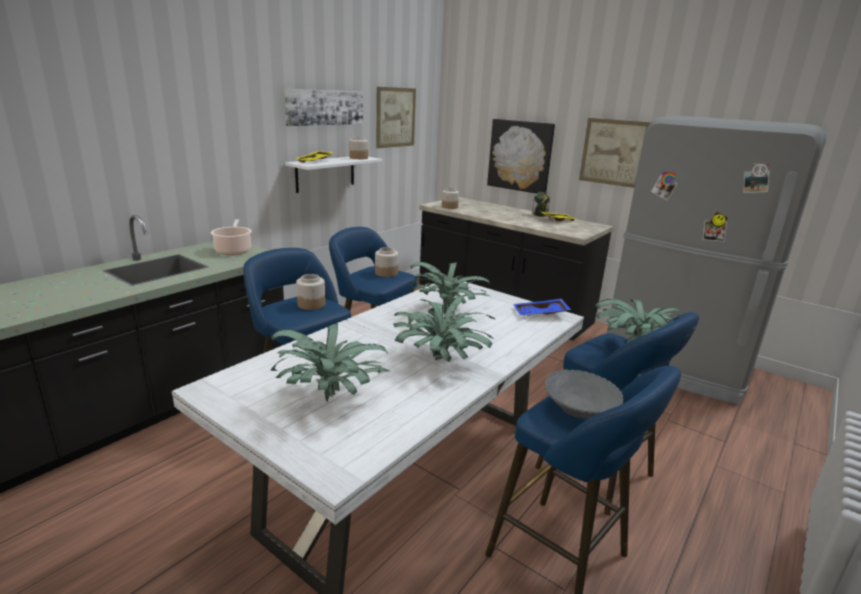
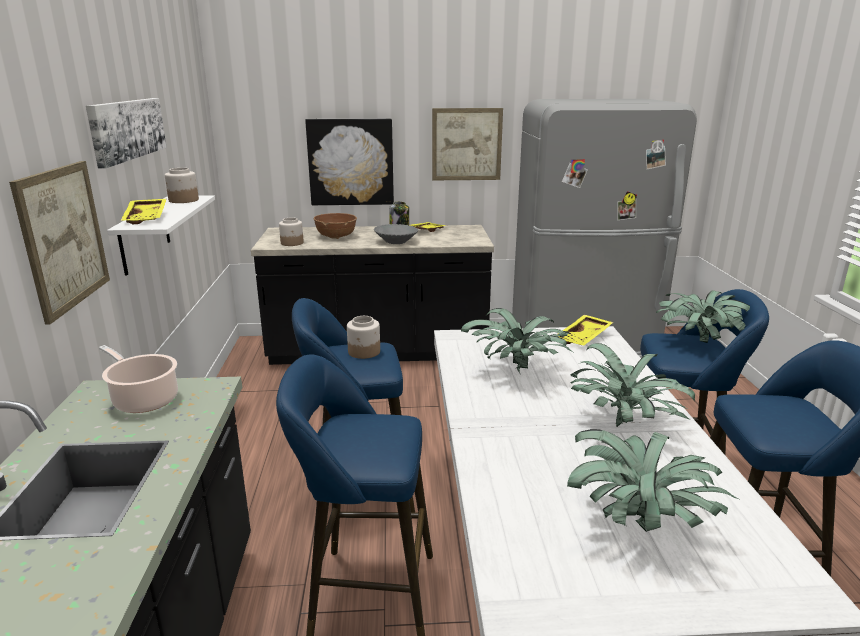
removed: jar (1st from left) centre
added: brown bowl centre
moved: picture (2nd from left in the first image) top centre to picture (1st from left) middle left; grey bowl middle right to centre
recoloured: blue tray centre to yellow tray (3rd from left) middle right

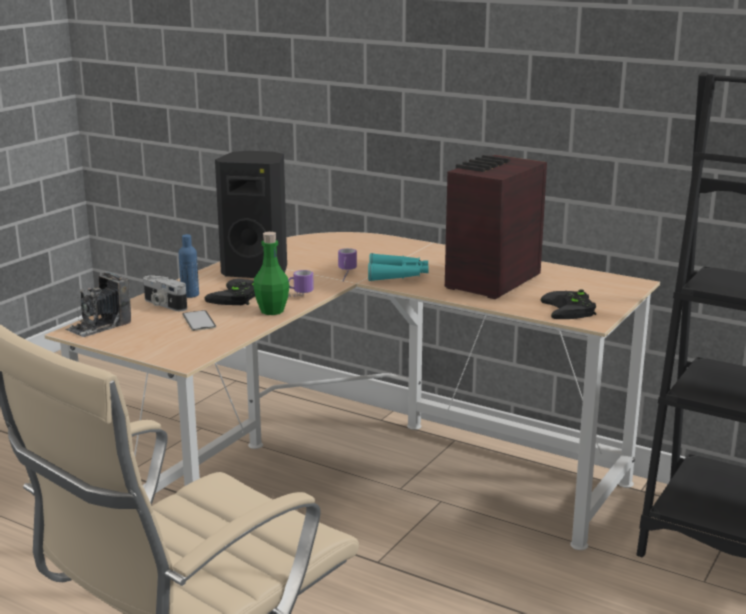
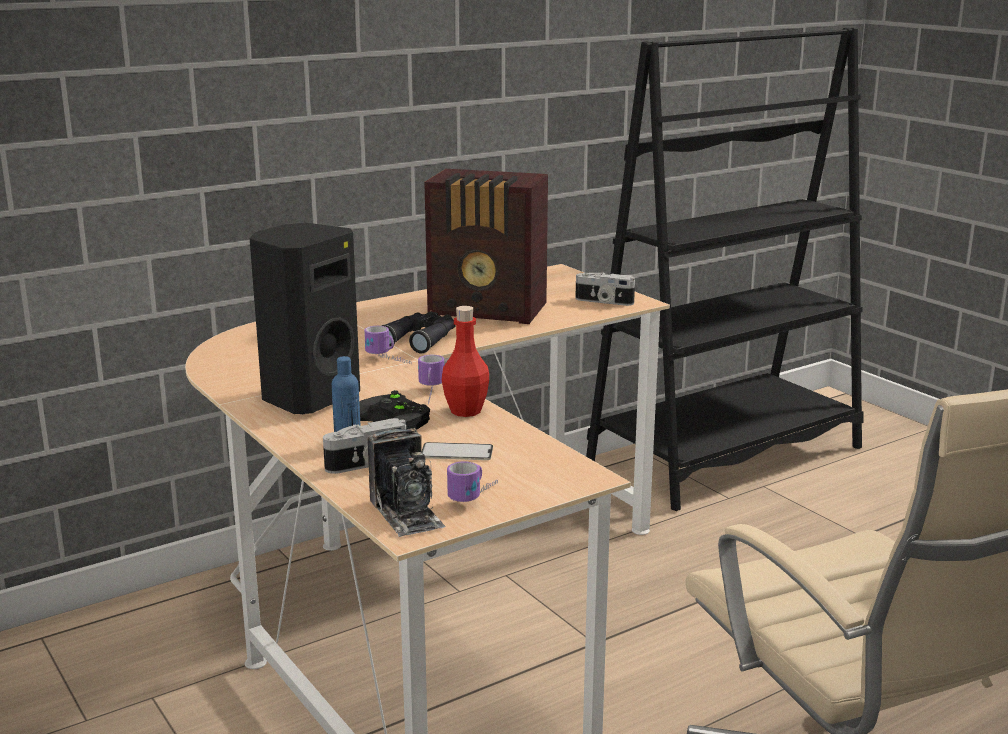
added: mug (3rd from left) centre
replaced: black game controller (2nd from left) middle right to photo camera (3rd from left) centre
recoloured: green bottle centre to red bottle centre; turquoise binoculars centre to black binoculars centre
turned: radio centre = centre 45 degrees counterclockwise

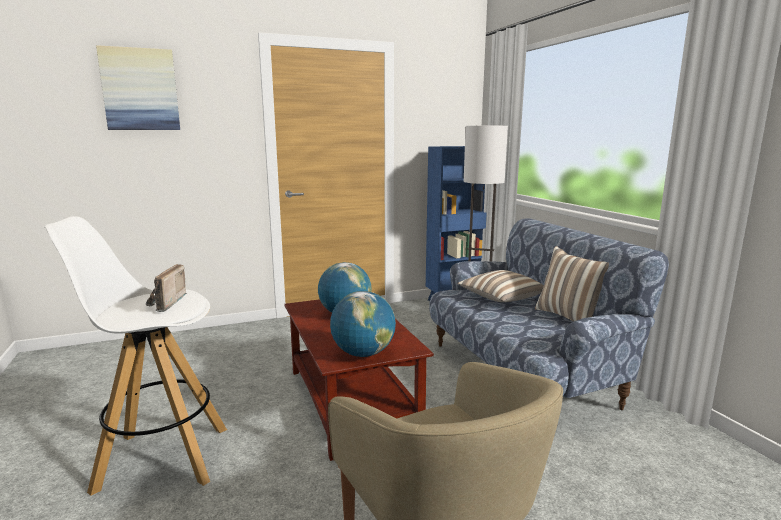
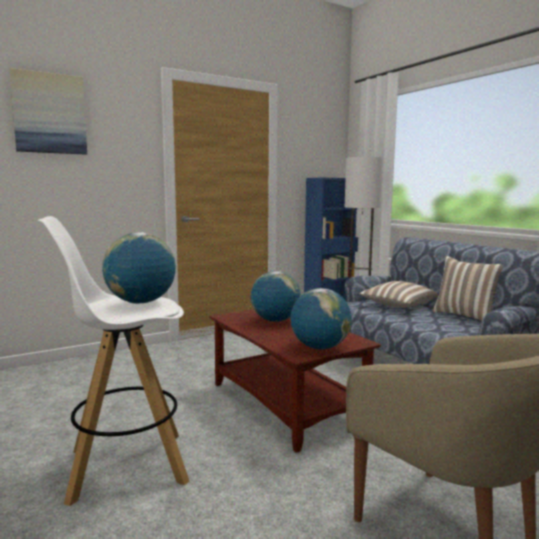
replaced: radio middle left to globe (1st from left) middle left

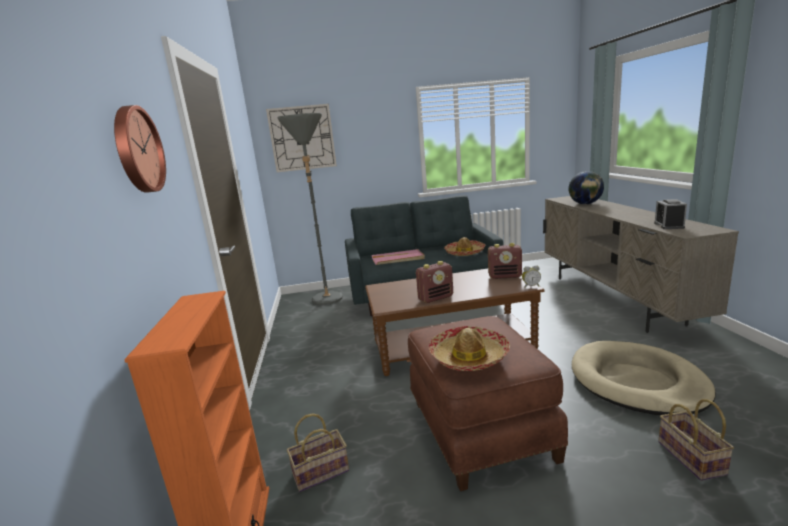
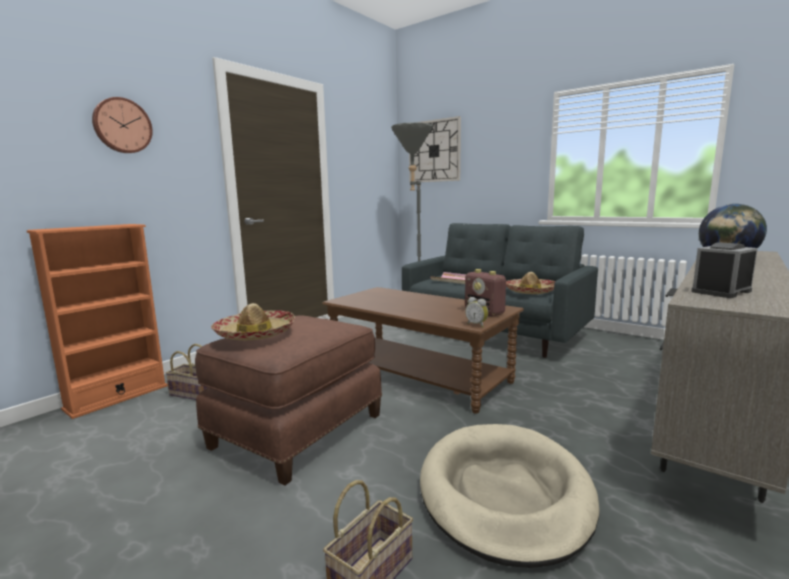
removed: radio (1st from left) centre

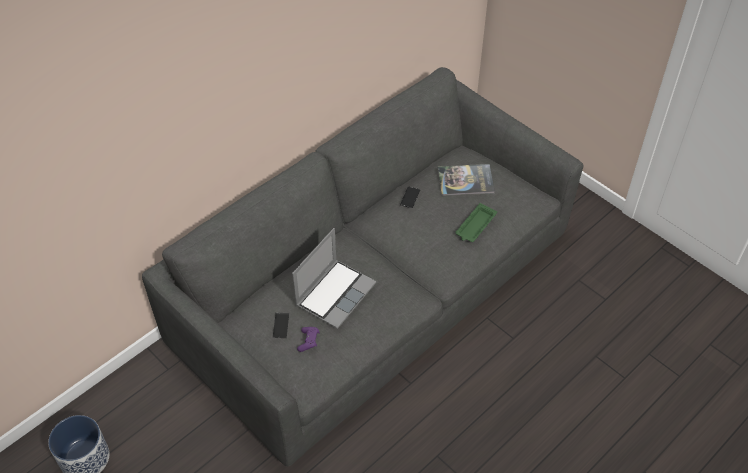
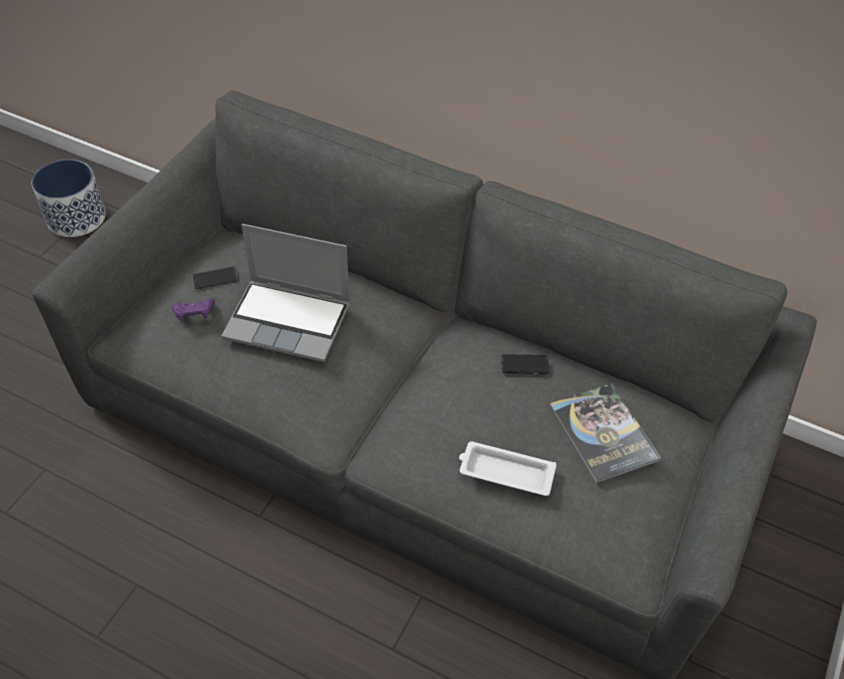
recoloured: green tray centre to white tray bottom centre

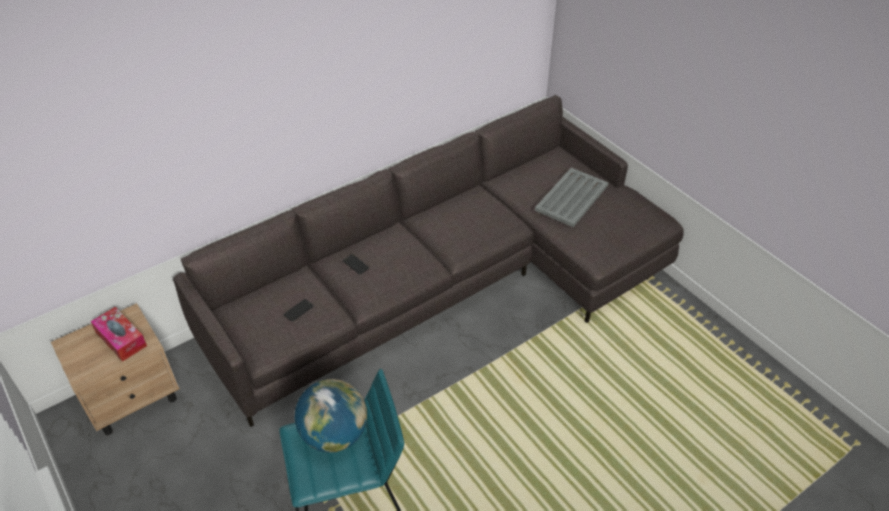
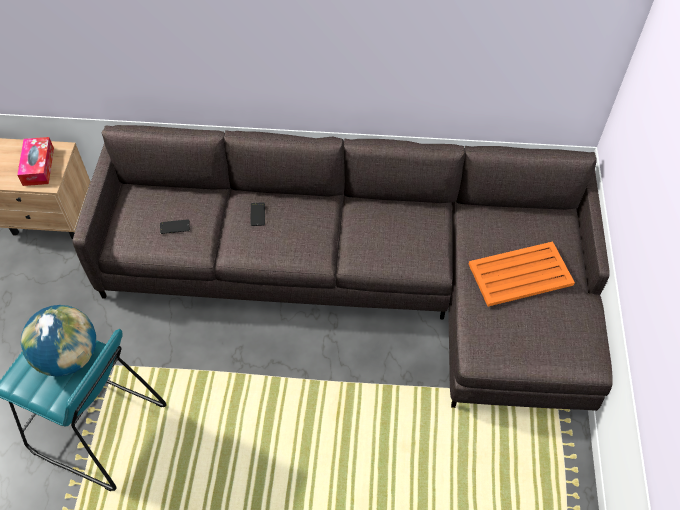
recoloured: grey tray centre to orange tray middle right

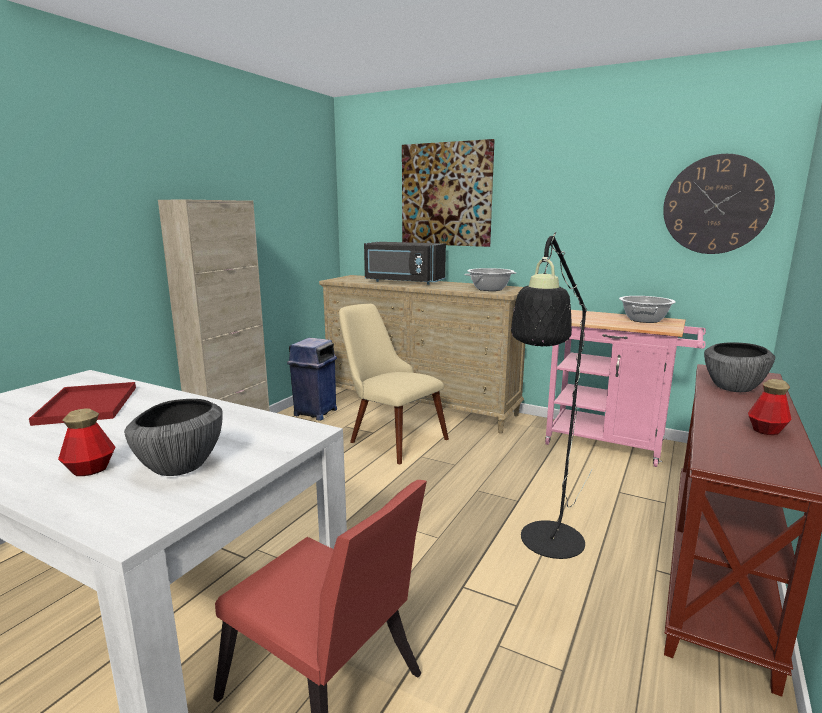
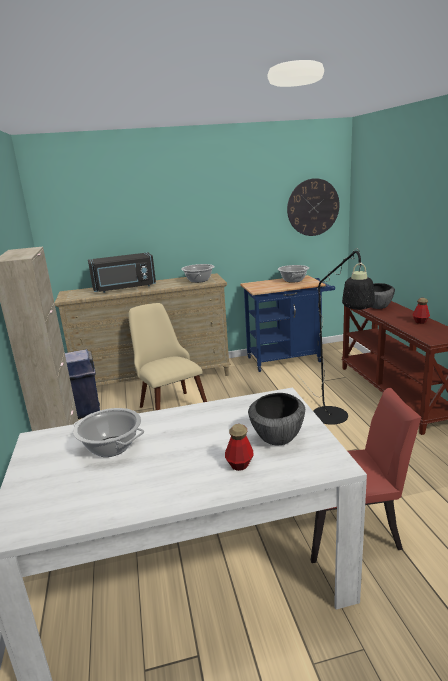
removed: picture top centre
replaced: red tray middle left to cooking pot (1st from left) middle left
recoloured: pink cart middle right to blue cart centre
turned: beige chair centre = centre 60 degrees clockwise

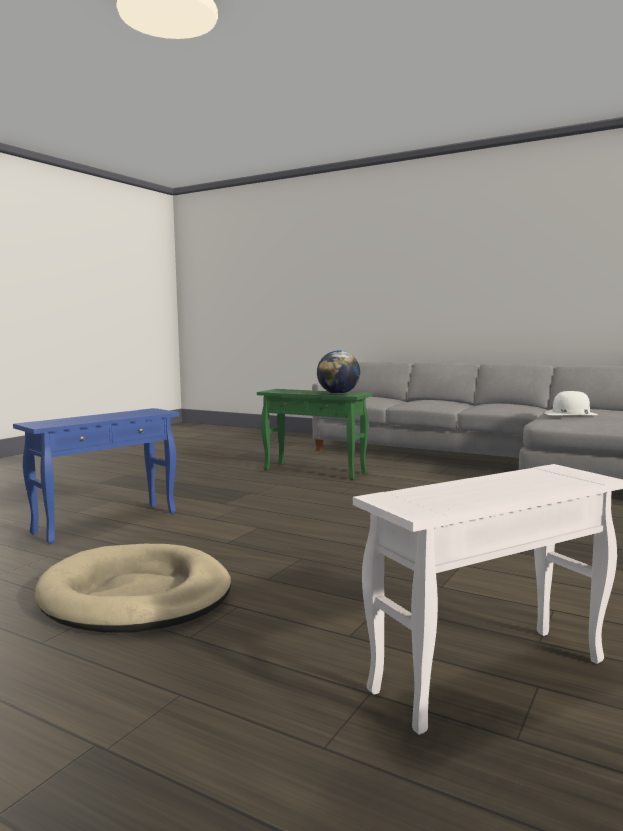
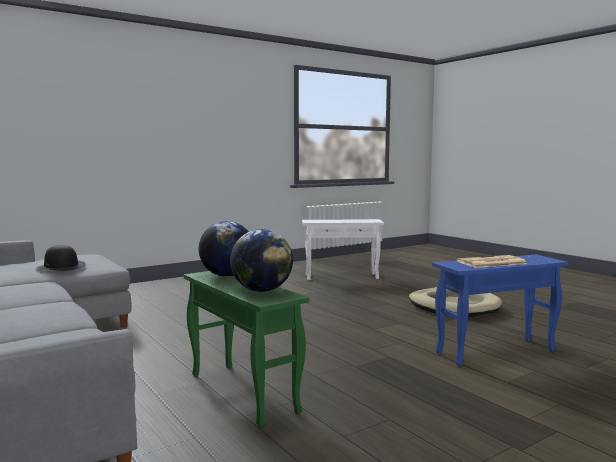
added: globe (2nd from left) centre; newspaper middle right
recoloured: white hat middle right to black hat middle left

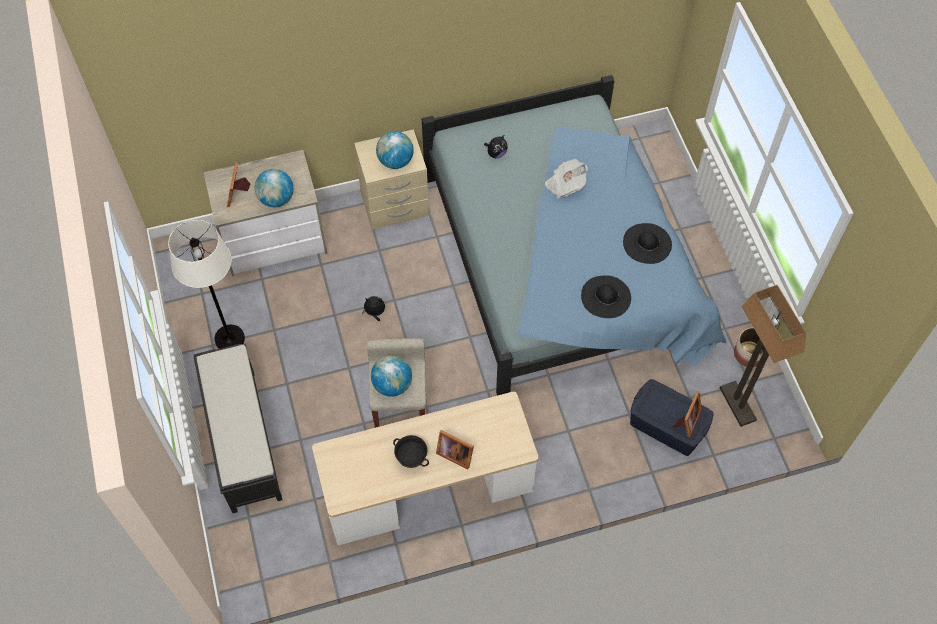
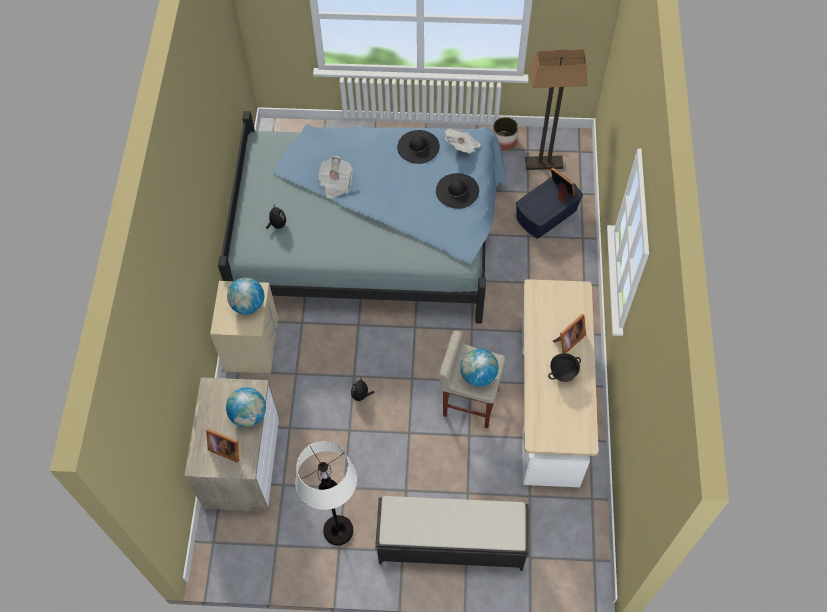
added: newspaper (2nd from left) top centre

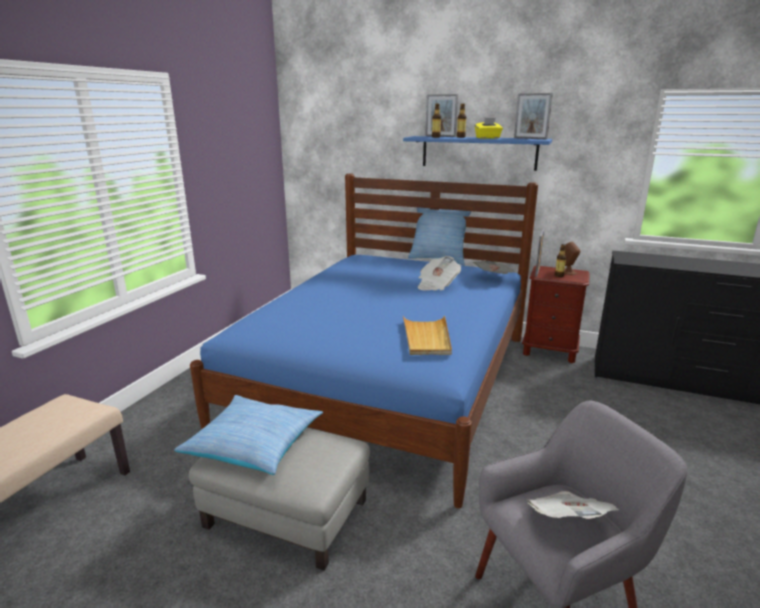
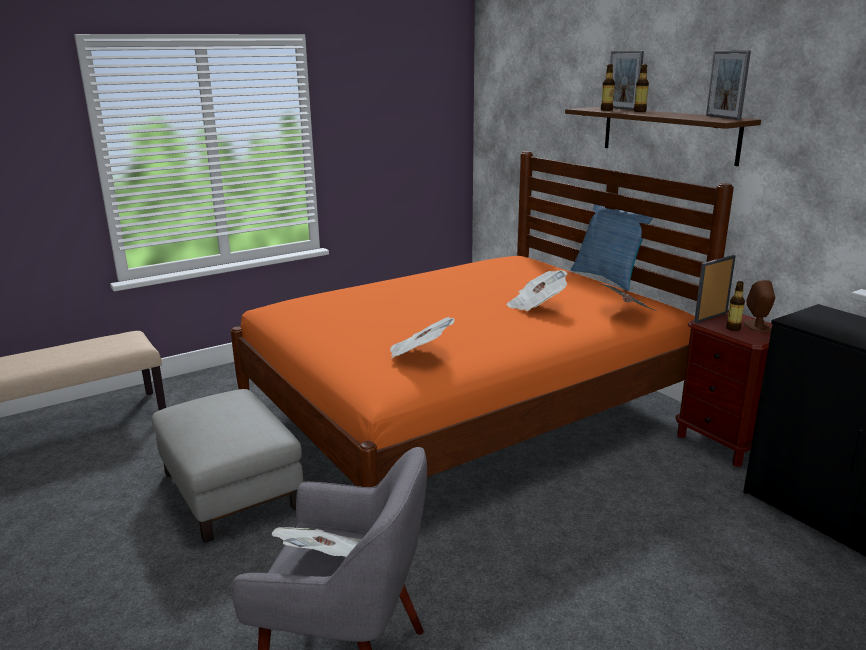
removed: pillow (1st from left) bottom left; yellow tissue box top centre
replaced: beige tray centre to newspaper (2nd from left) centre
recoloured: blue bed centre to orange bed centre; blue shelf top centre to brown shelf top right

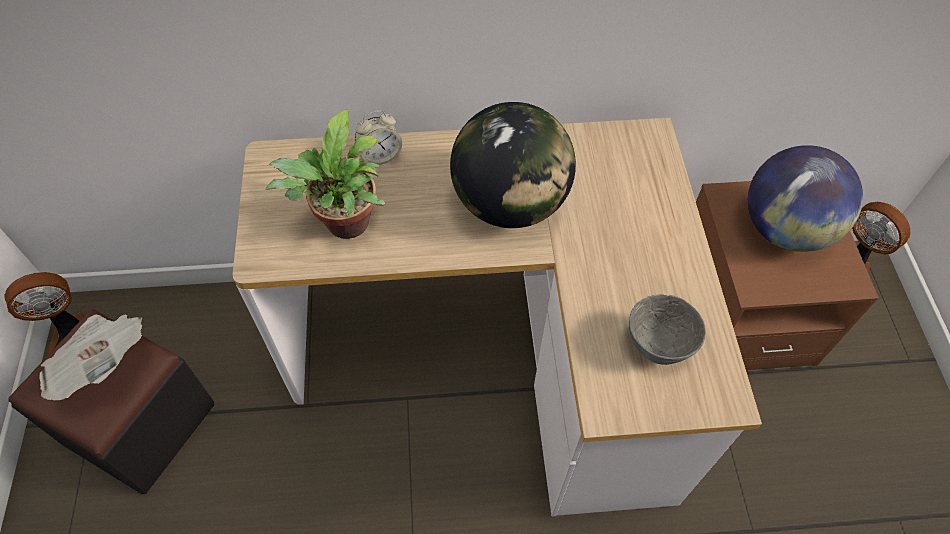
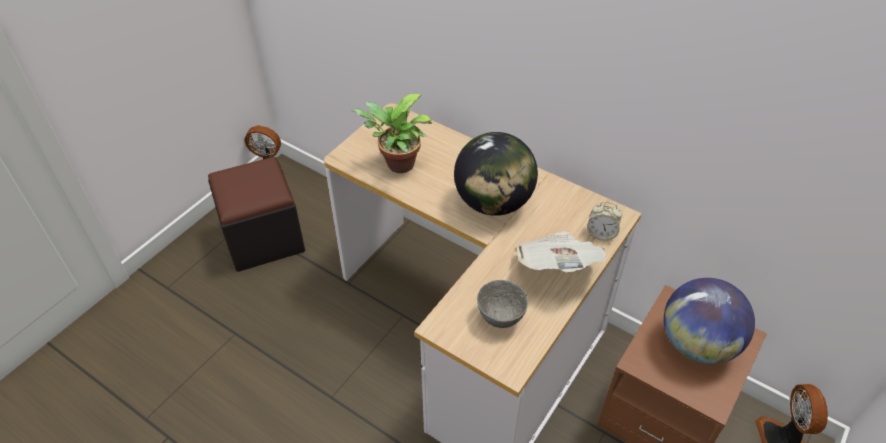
moved: newspaper bottom left to centre; alarm clock top centre to middle right

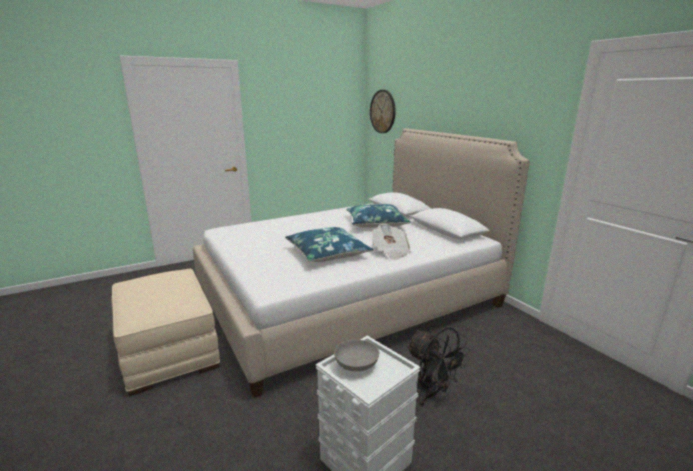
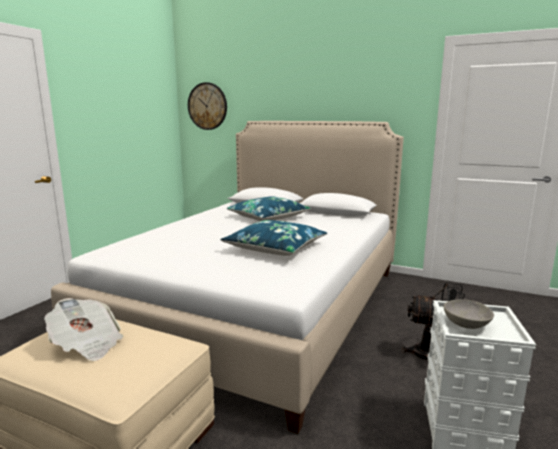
moved: newspaper centre to bottom left

